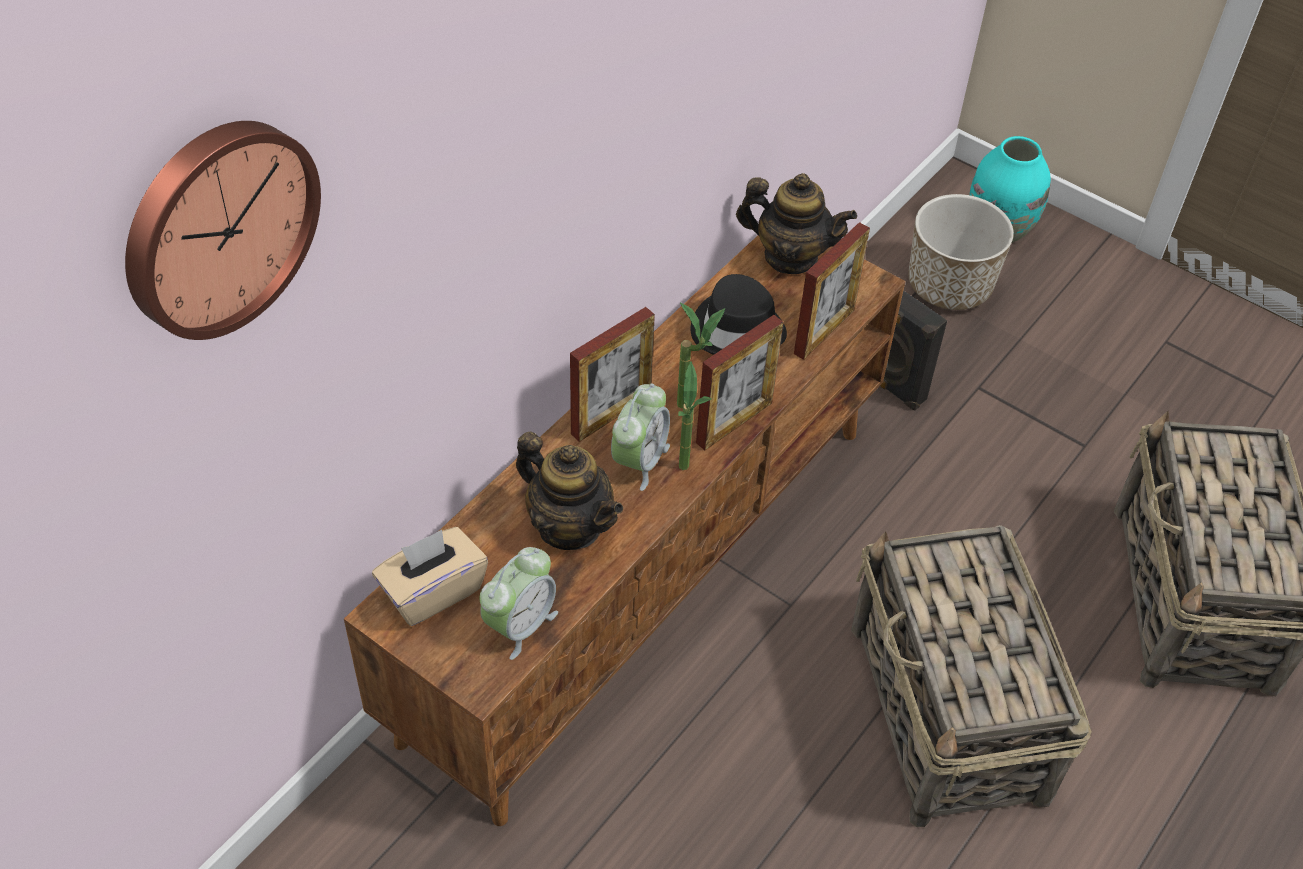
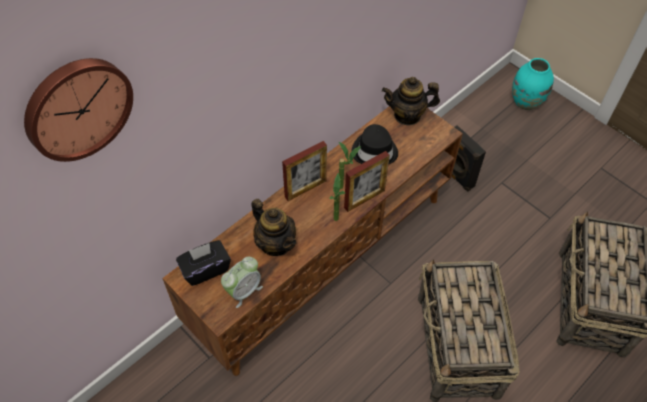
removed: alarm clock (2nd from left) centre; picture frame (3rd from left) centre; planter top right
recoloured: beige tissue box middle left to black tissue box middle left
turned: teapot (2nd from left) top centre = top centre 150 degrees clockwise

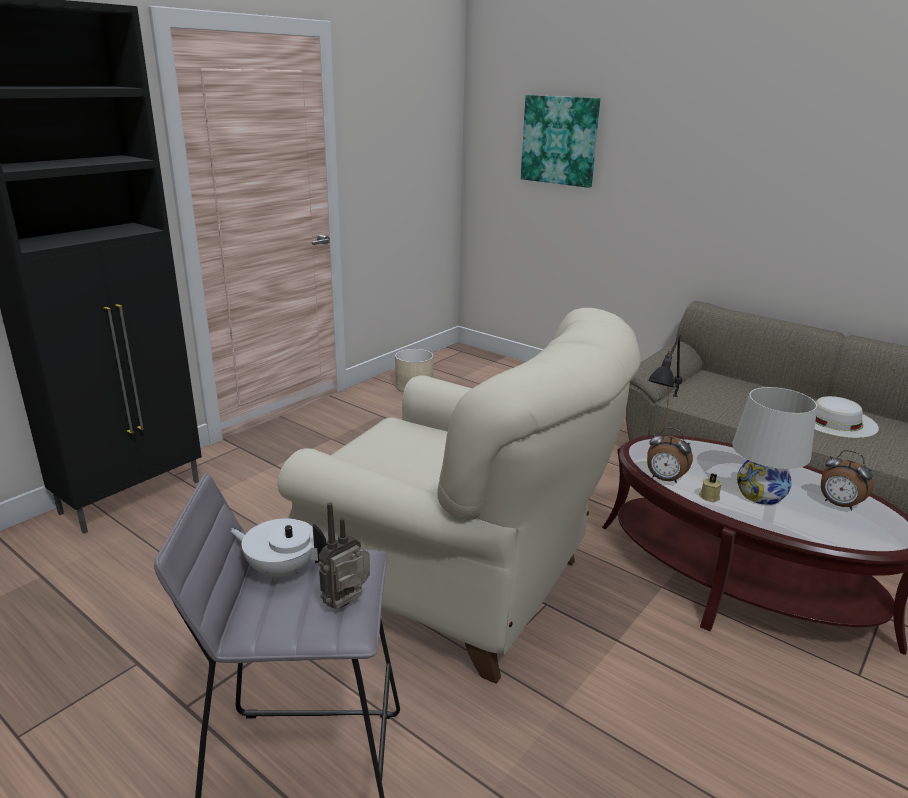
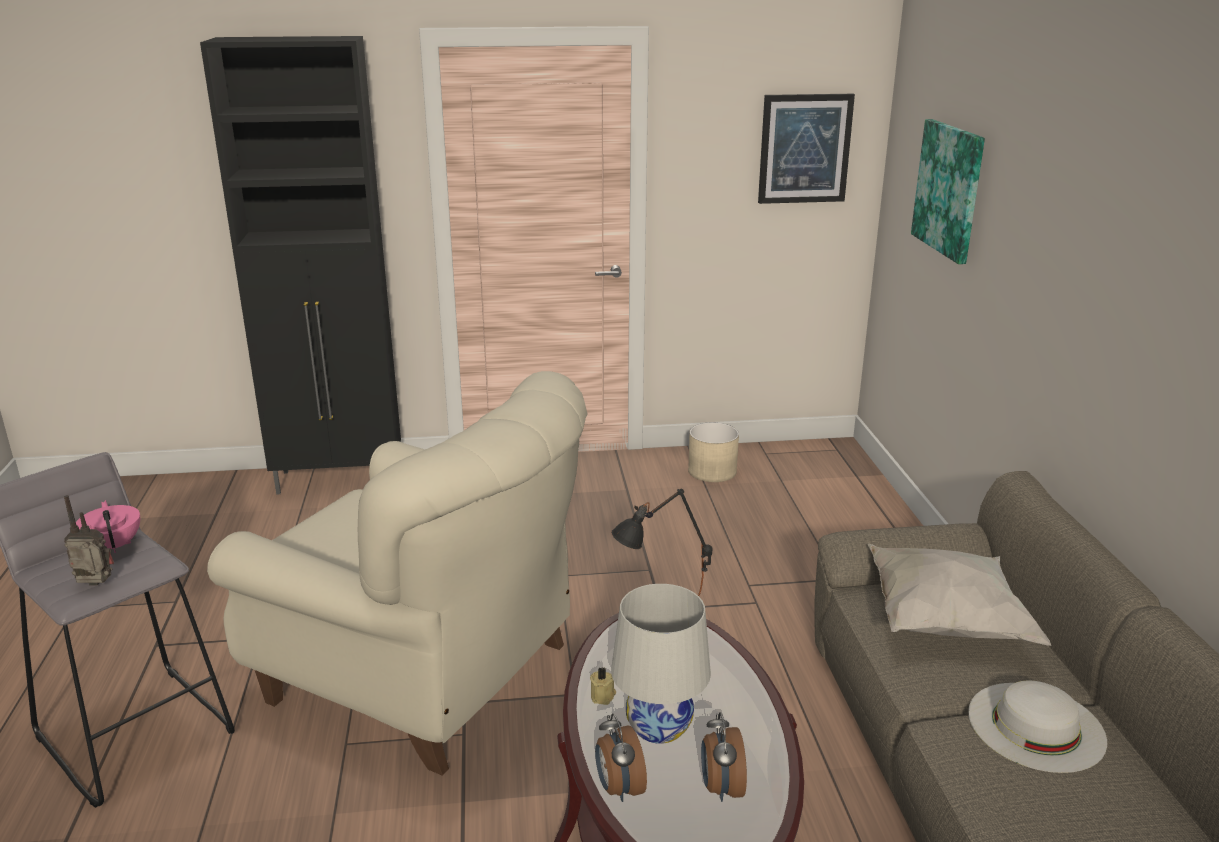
added: picture (1st from left) top centre; white pillow bottom right
moved: alarm clock (1st from left) middle right to bottom centre
recoloured: white teapot bottom left to pink teapot middle left
turned: beige armchair centre = bottom left 45 degrees counterclockwise

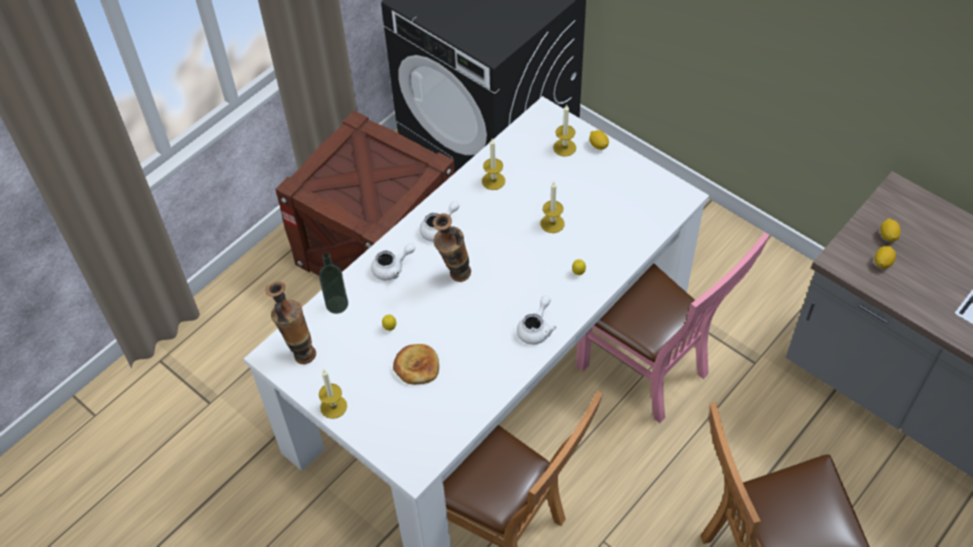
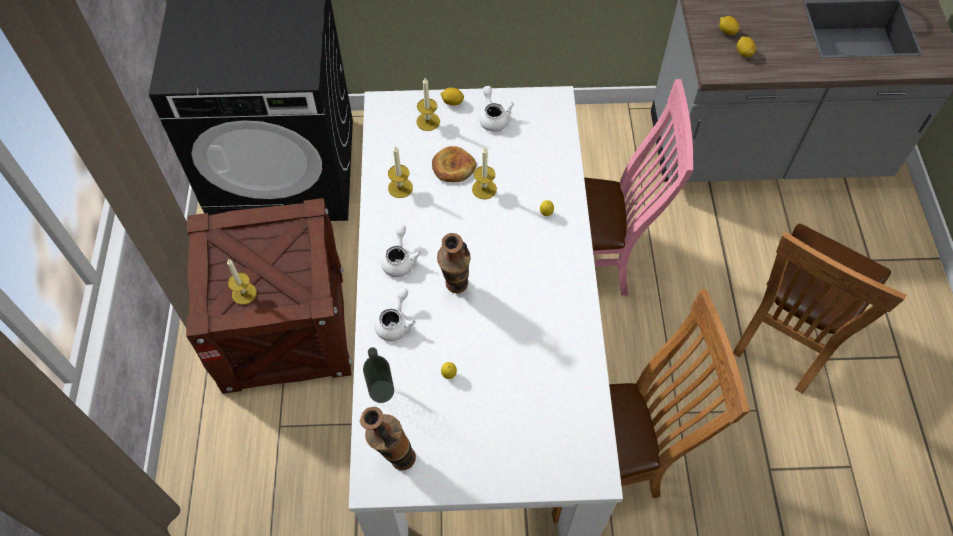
moved: candle (1st from left) bottom centre to middle left; bread centre to top centre; white teapot (3rd from left) centre to top centre

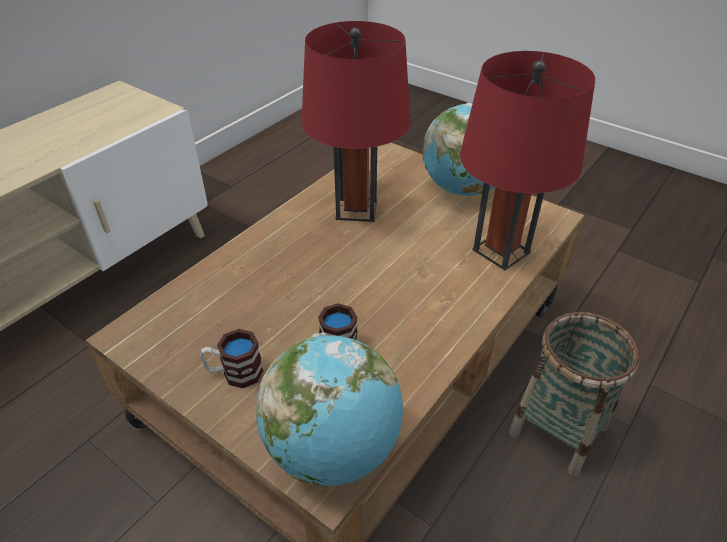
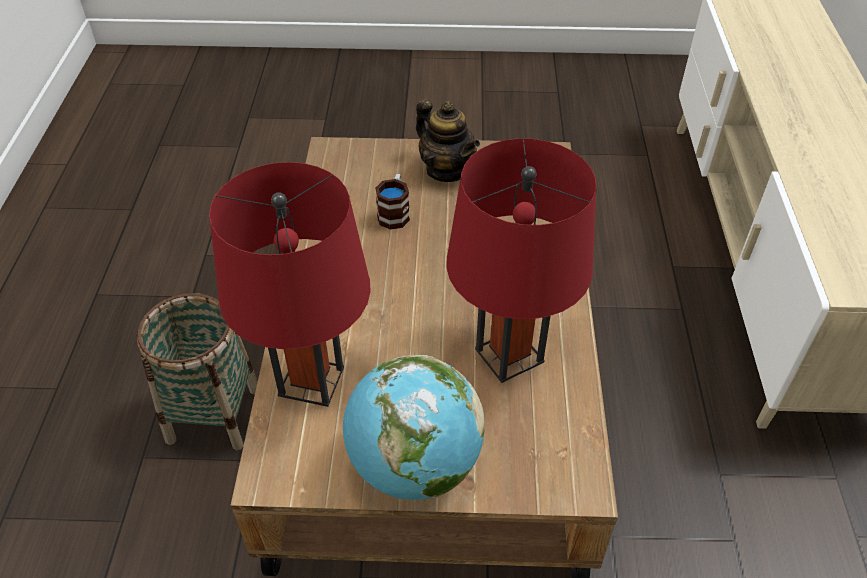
removed: globe (1st from left) bottom centre
replaced: mug (1st from left) middle left to teapot top centre

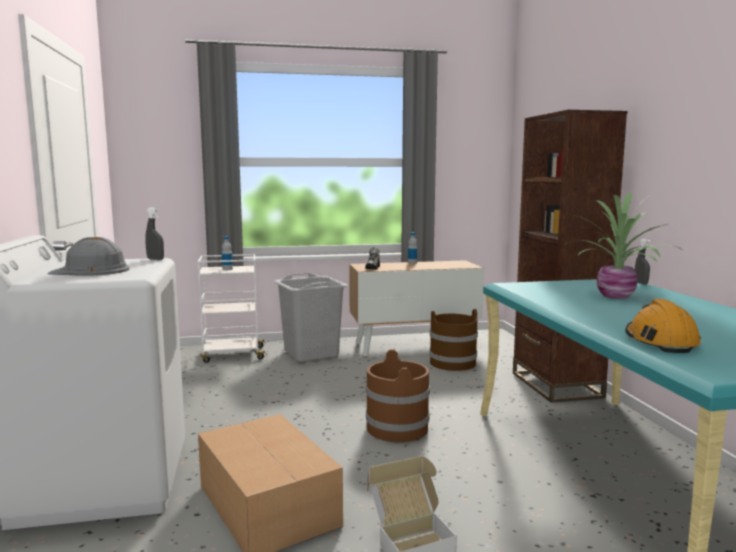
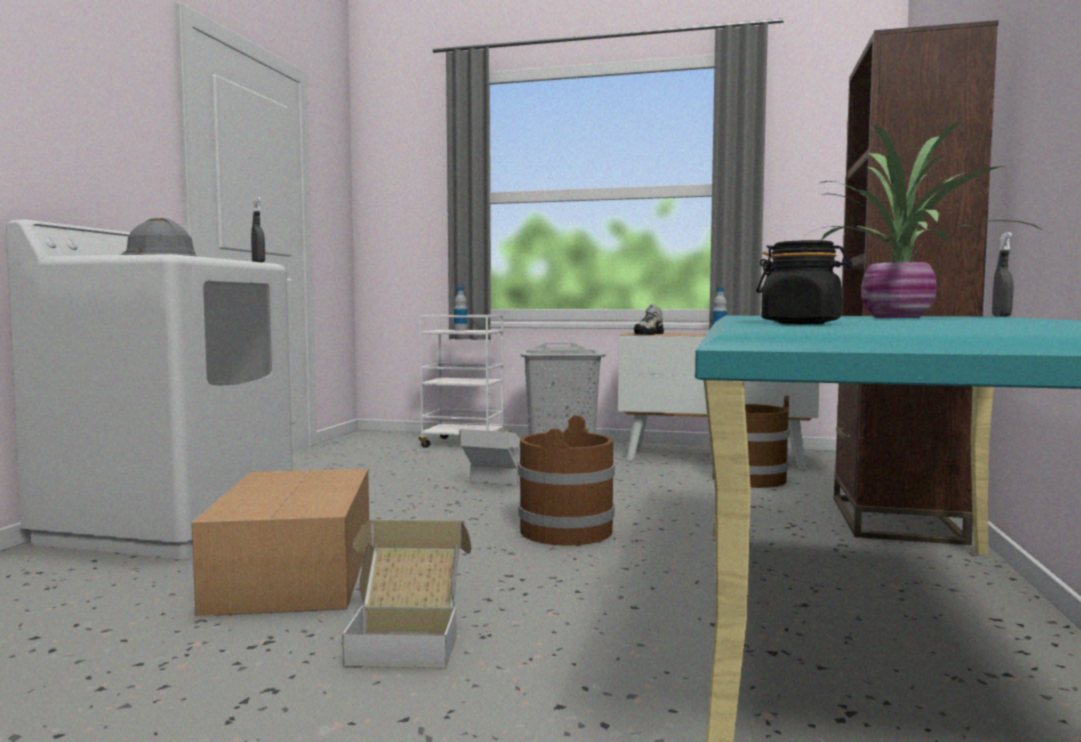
added: cardboard box (3rd from left) centre
replaced: orange hard hat middle right to black jar middle right

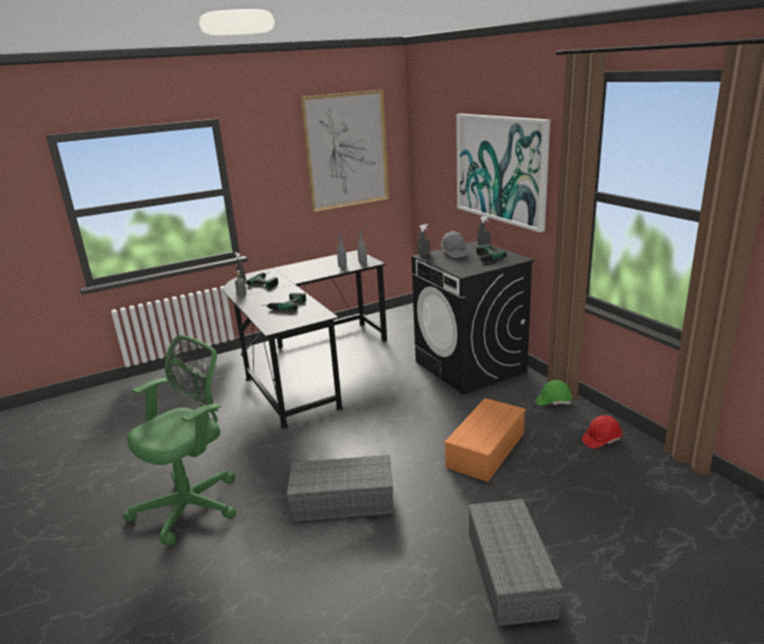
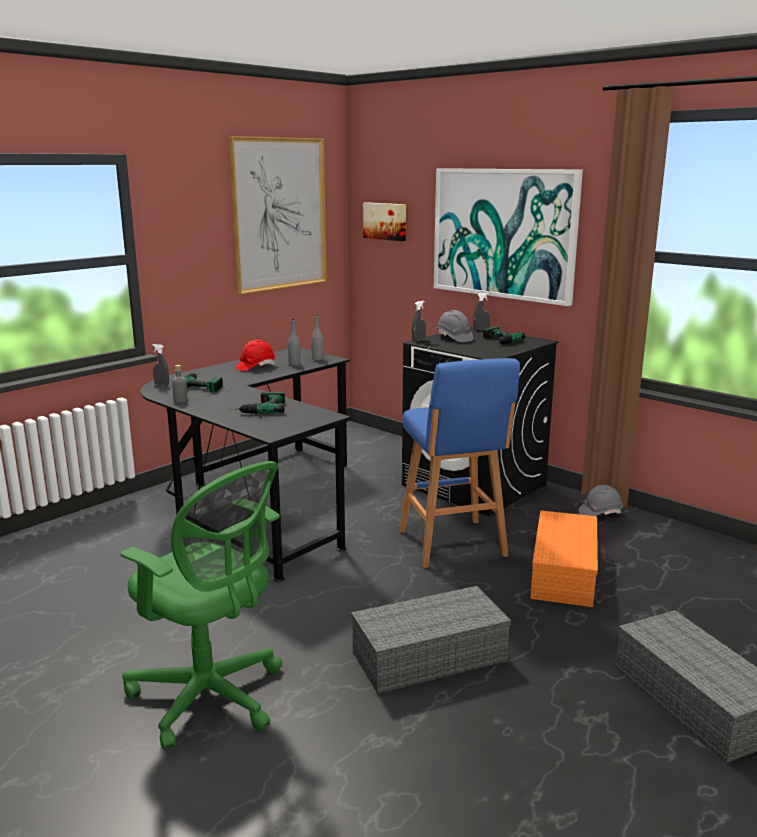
added: picture (2nd from left) top centre; blue stool centre
moved: red hard hat bottom right to centre
recoloured: green hard hat middle right to grey hard hat (2nd from left) middle right
turned: green office chair bottom left = bottom left 105 degrees clockwise

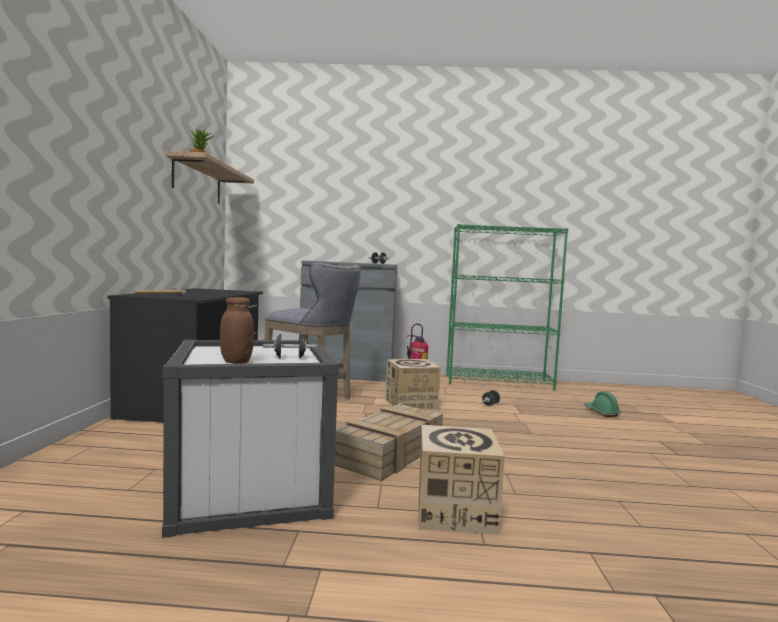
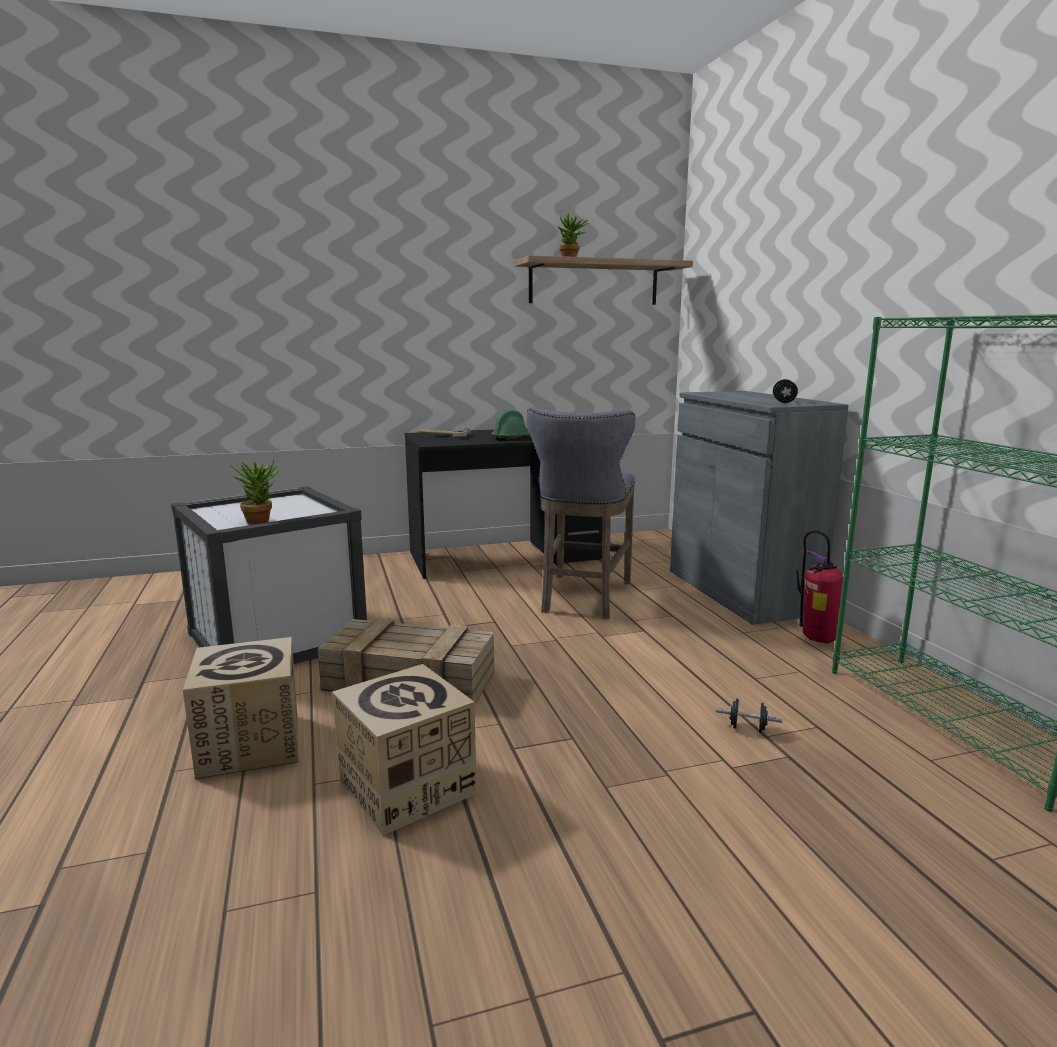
removed: brown jar middle left
moved: cardboard box (1st from left in the first image) centre to cardboard box (2nd from left) bottom centre; green hard hat middle right to centre
replaced: black dumbbell (1st from left) centre to potted plant (1st from left) middle left

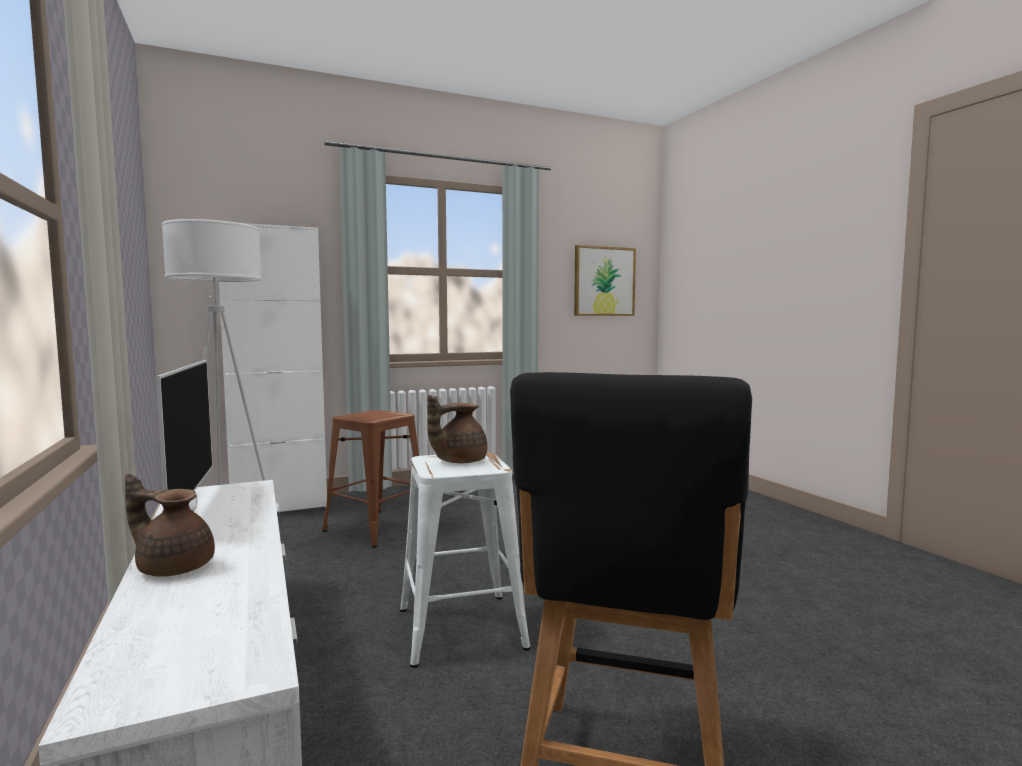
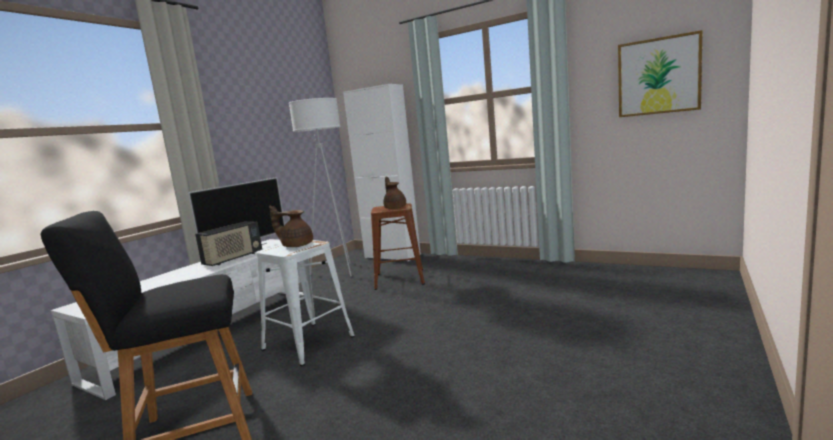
added: radio middle left
moved: brown teapot (1st from left in the first image) bottom left to brown teapot (2nd from left) centre

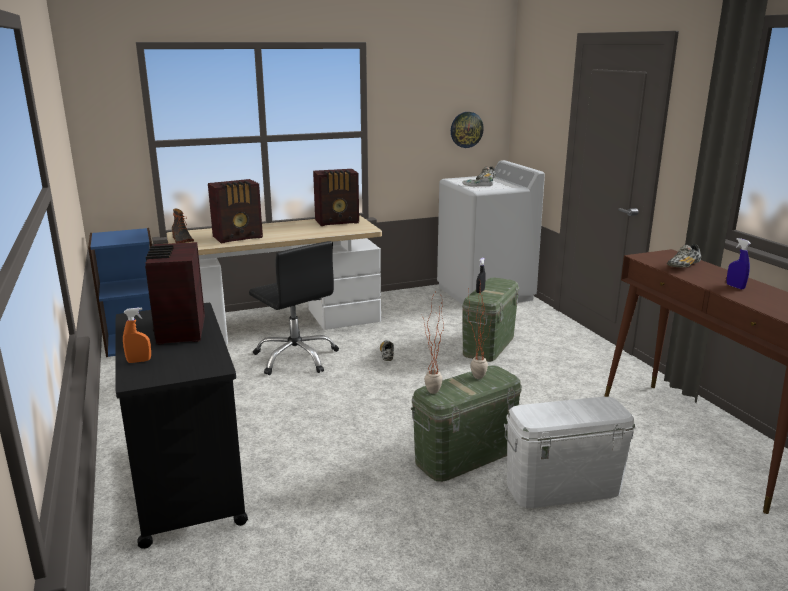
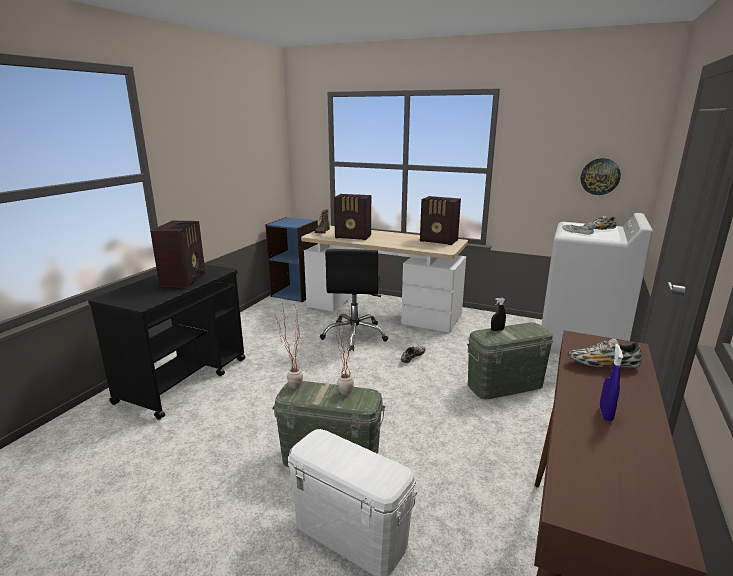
removed: orange spray bottle middle left
turned: radio (1st from left) middle left = middle left 150 degrees clockwise

